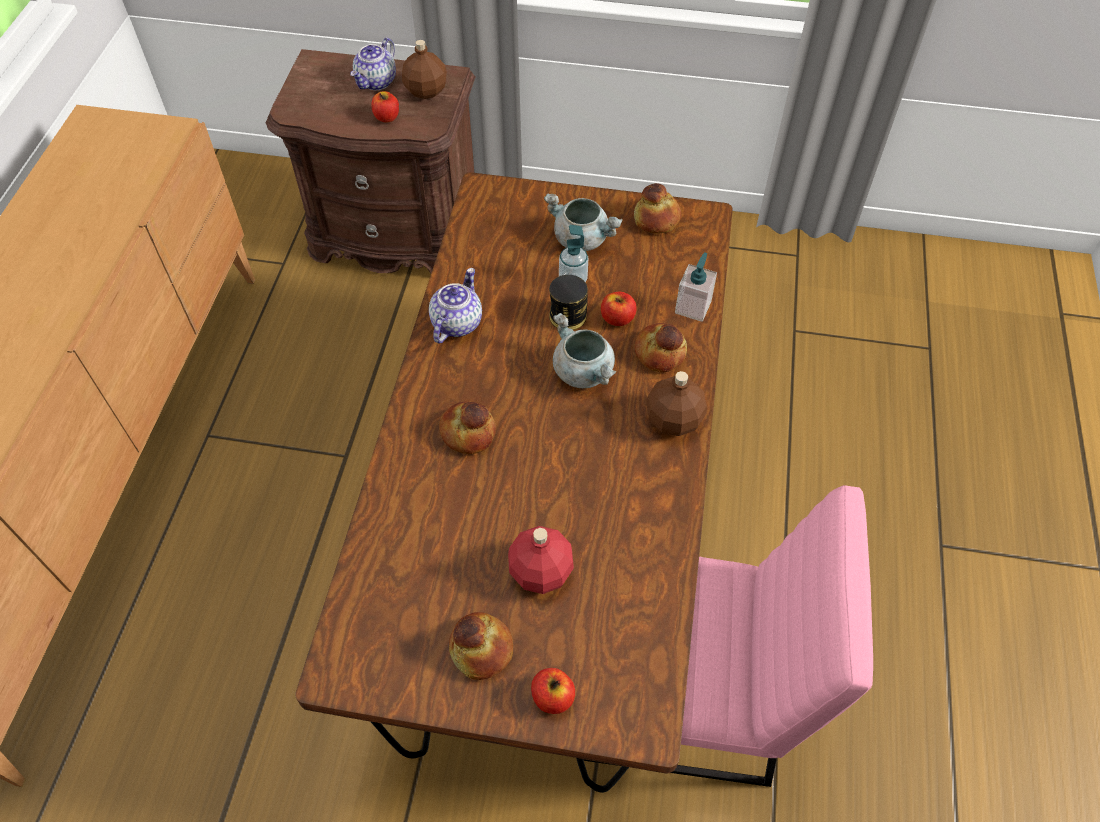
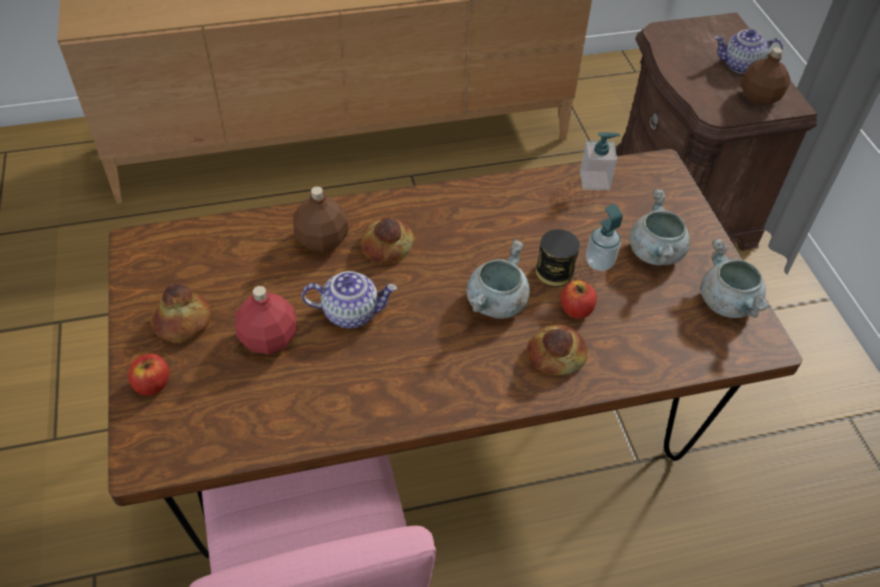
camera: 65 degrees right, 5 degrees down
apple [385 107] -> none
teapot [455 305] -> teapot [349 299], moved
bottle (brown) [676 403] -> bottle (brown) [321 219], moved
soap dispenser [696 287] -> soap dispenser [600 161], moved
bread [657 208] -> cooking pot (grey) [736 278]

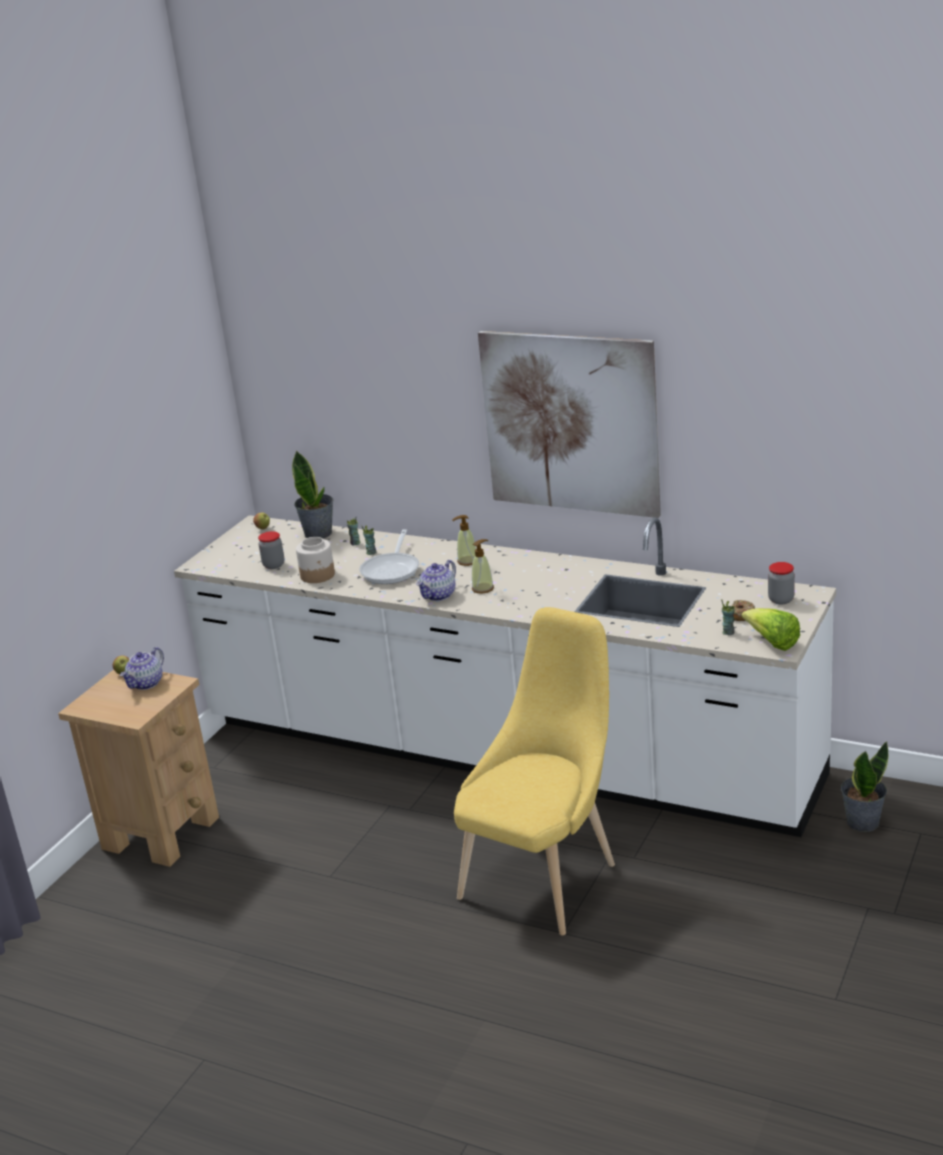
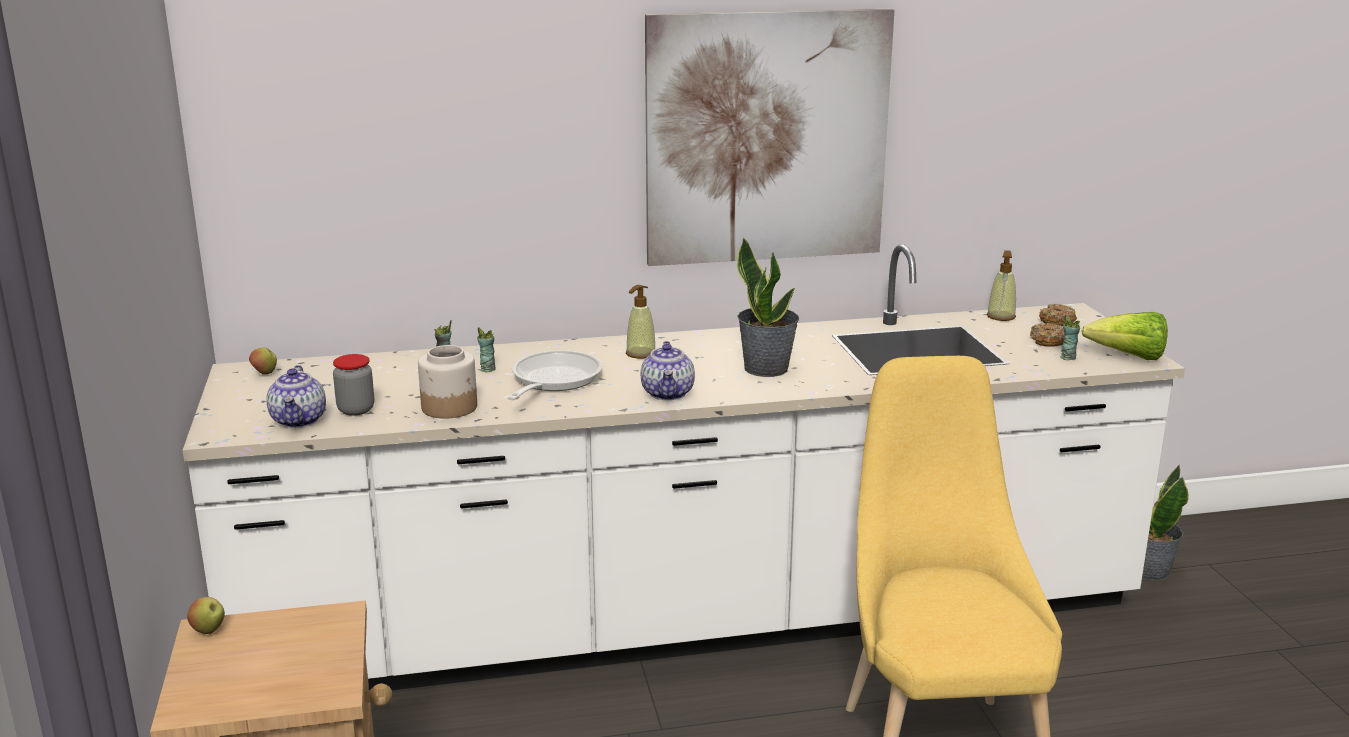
camera: 40 degrees left, 5 degrees down
teapot [142 668] -> teapot [296 396], moved
potted plant [312 494] -> potted plant [768 307], moved
soap dispenser [483 566] -> soap dispenser [1001 285], moved
jar [781 583] -> donut [1058 315]
frying pan [389 556] -> frying pan [554 375], 135 degrees counterclockwise

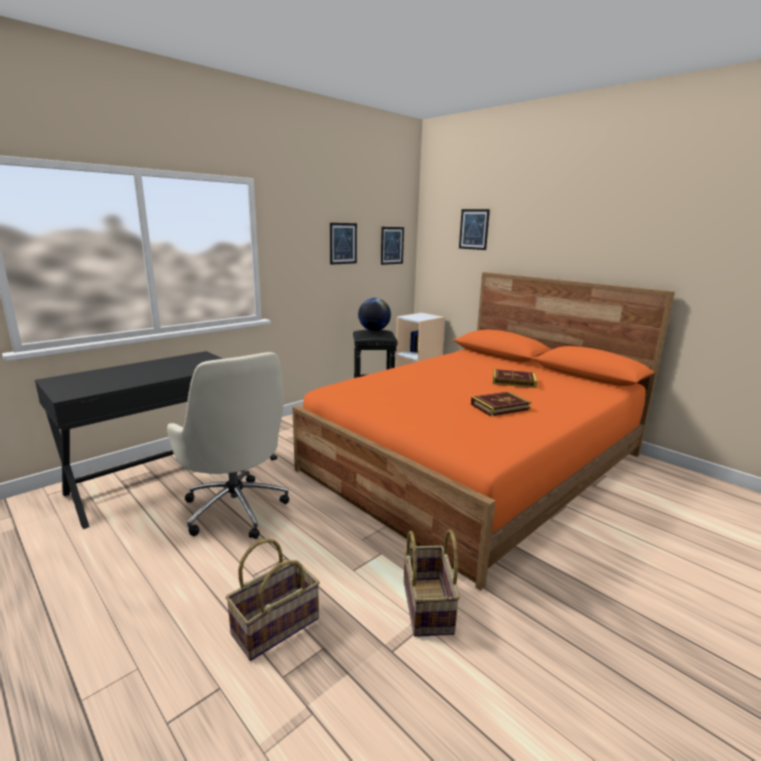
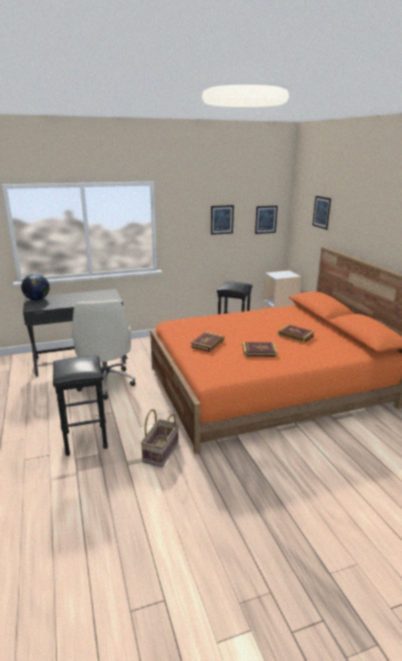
camera: 25 degrees right, 5 degrees up
none -> book [207 342]
globe [374 314] -> globe [35 287], moved
basket [272 600] -> stool (black) [80 406]

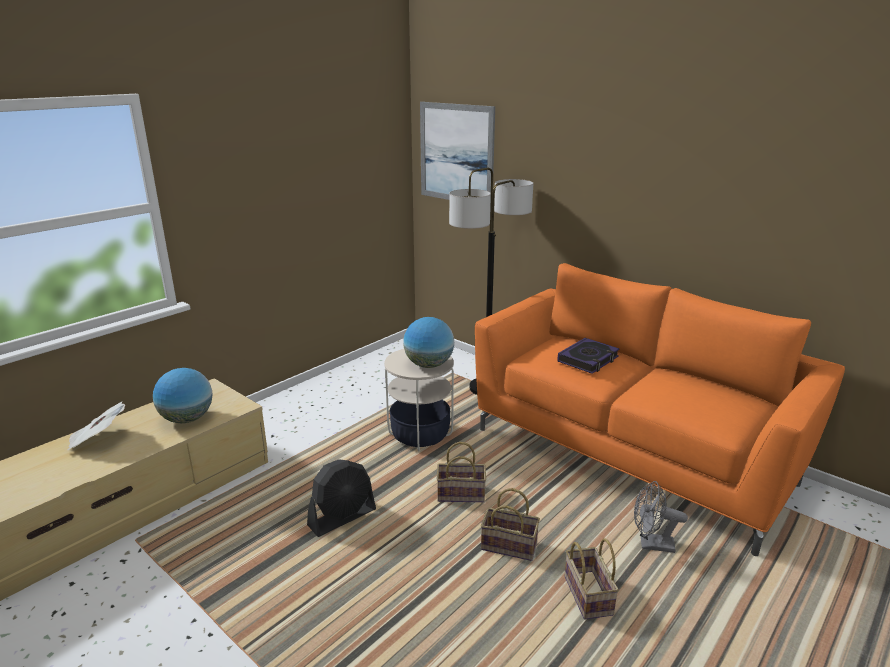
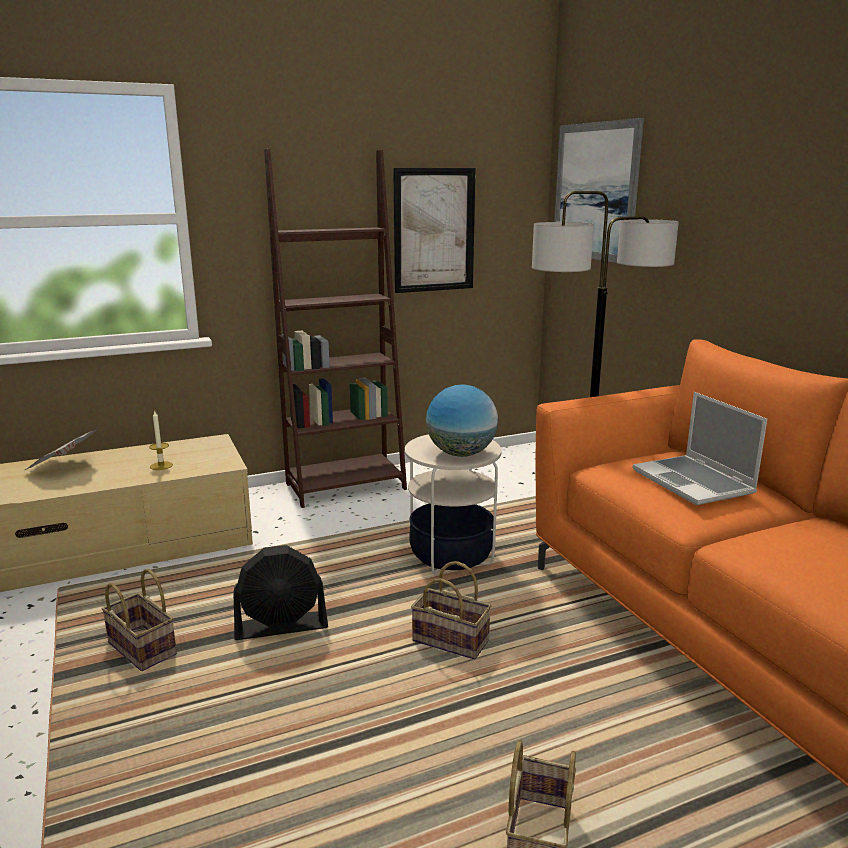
camera: 25 degrees right, 5 degrees down
fan (grey) [661 517] -> none
none -> bookcase (brown) [335 328]
none -> picture [434 230]
basket [510 524] -> basket [139 620], moved
globe [183 395] -> candle [161 440]
book [588 356] -> laptop [700 448]

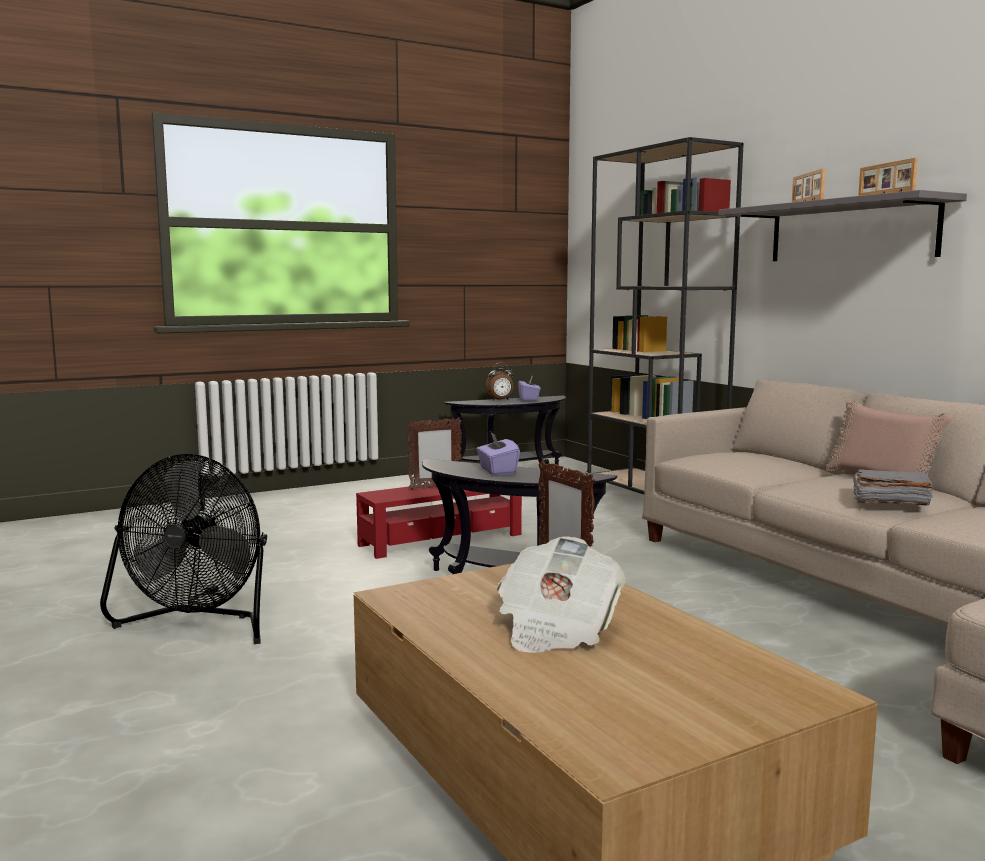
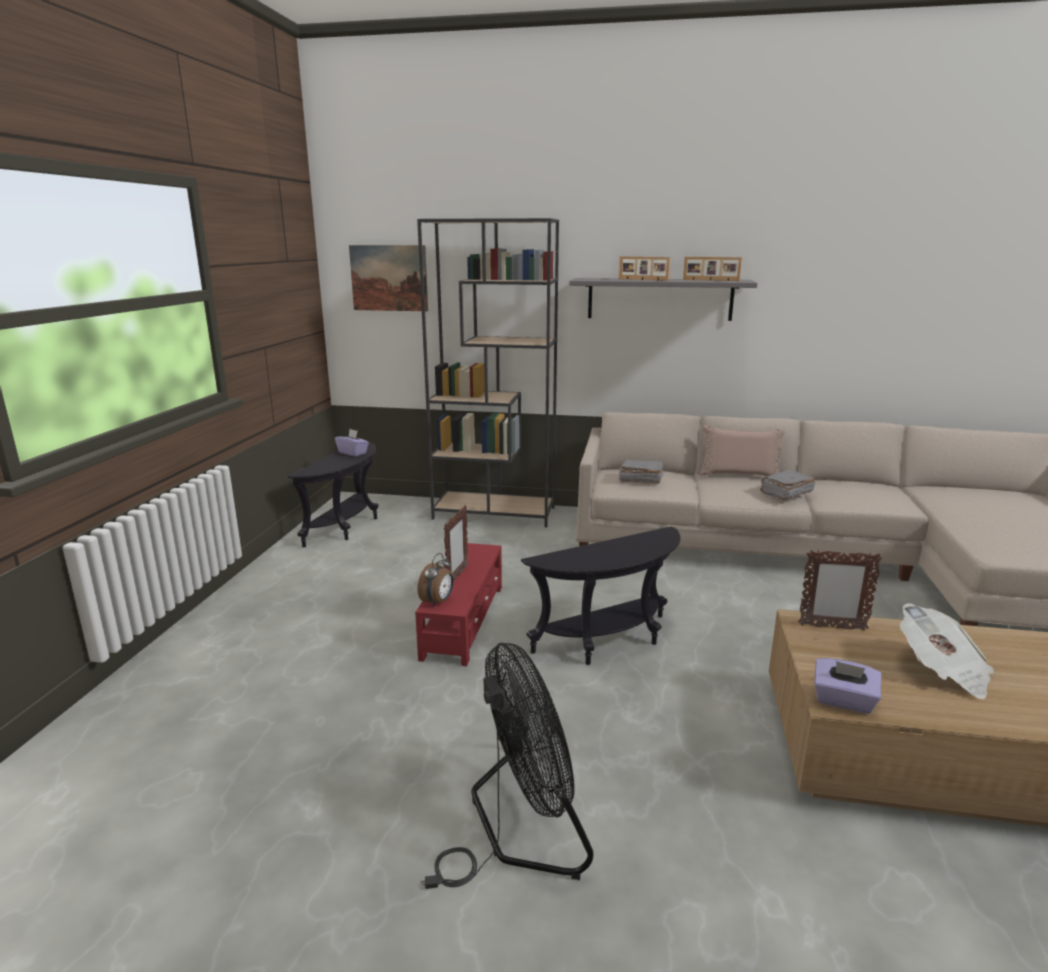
camera: 50 degrees left, 10 degrees up
none -> picture [388 278]
none -> book (grey) [641 471]
tissue box (purple) [498 453] -> tissue box (purple) [847 686], moved
alarm clock [499 381] -> alarm clock [435 580], moved
fan (black) [183 549] -> fan (black) [507 766], 75 degrees counterclockwise

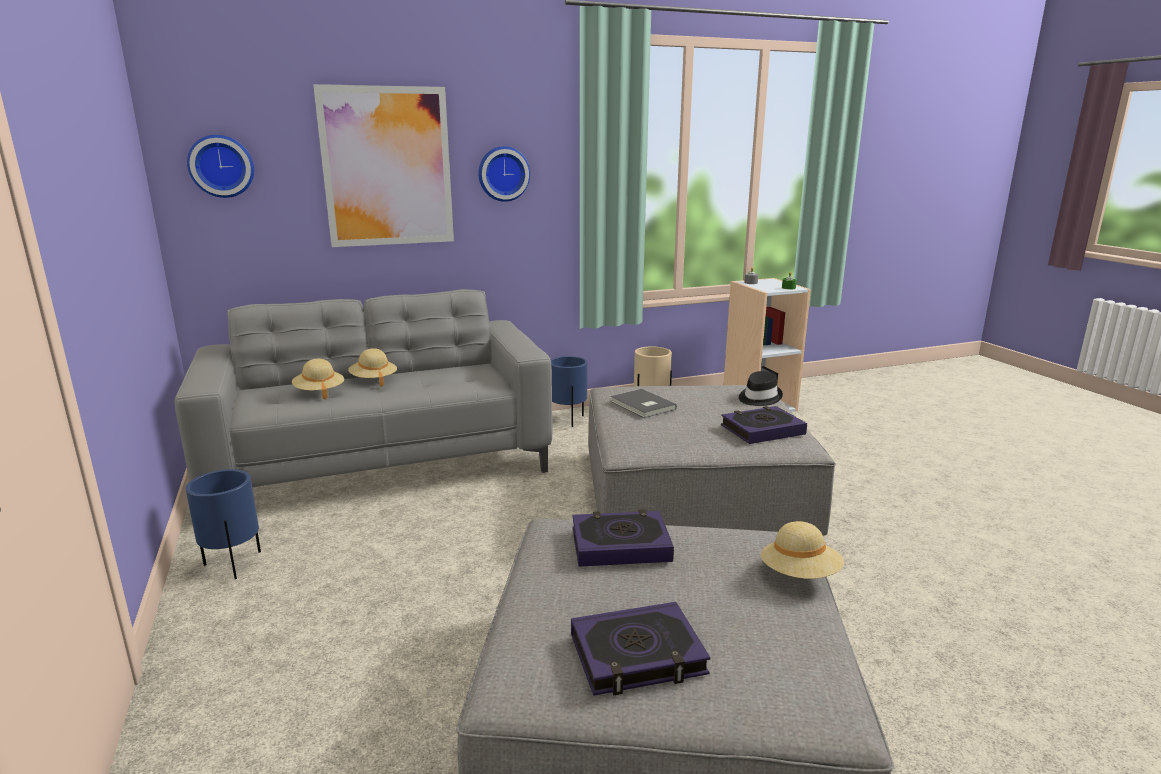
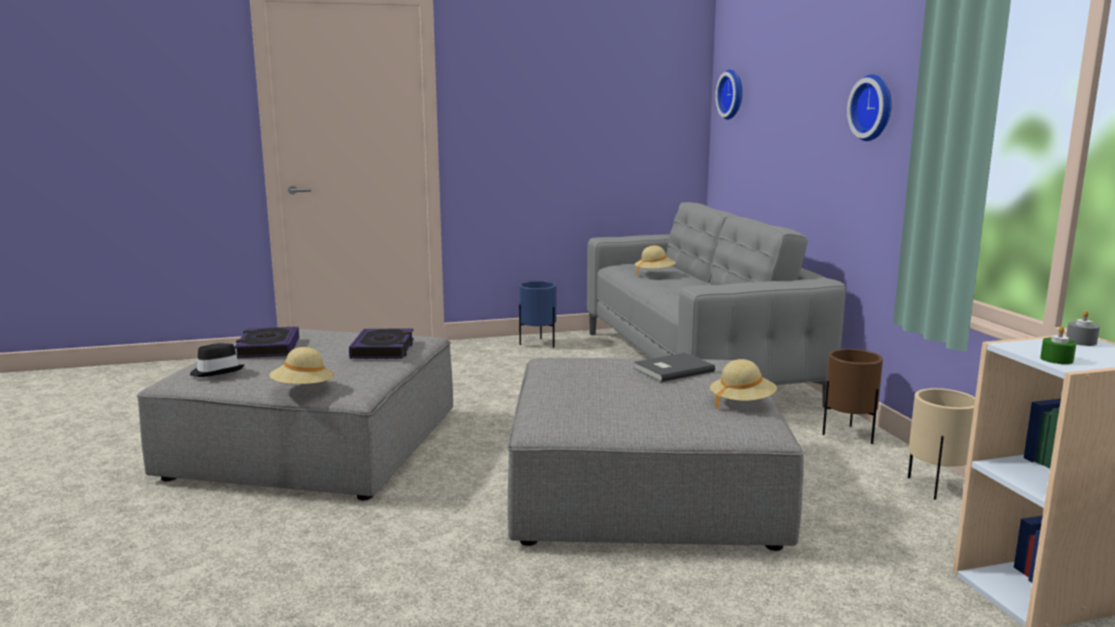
camera: 95 degrees right, 5 degrees down
picture [383 165] -> none
book [764 425] -> none
hat (beige) [372 367] -> hat (beige) [743 384], moved
hat (black) [761 388] -> hat (black) [217 360], moved
planter (blue) [569 391] -> planter (brown) [852 396]

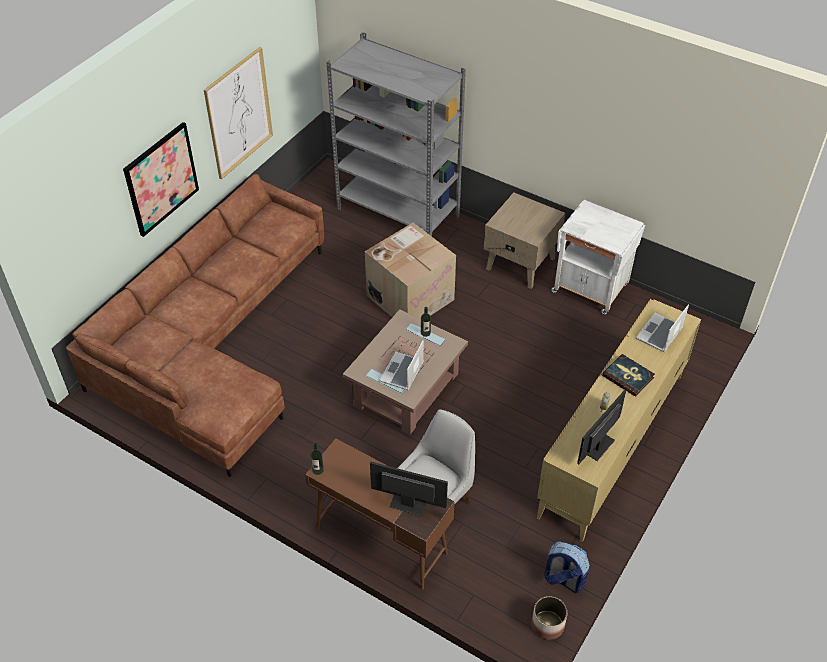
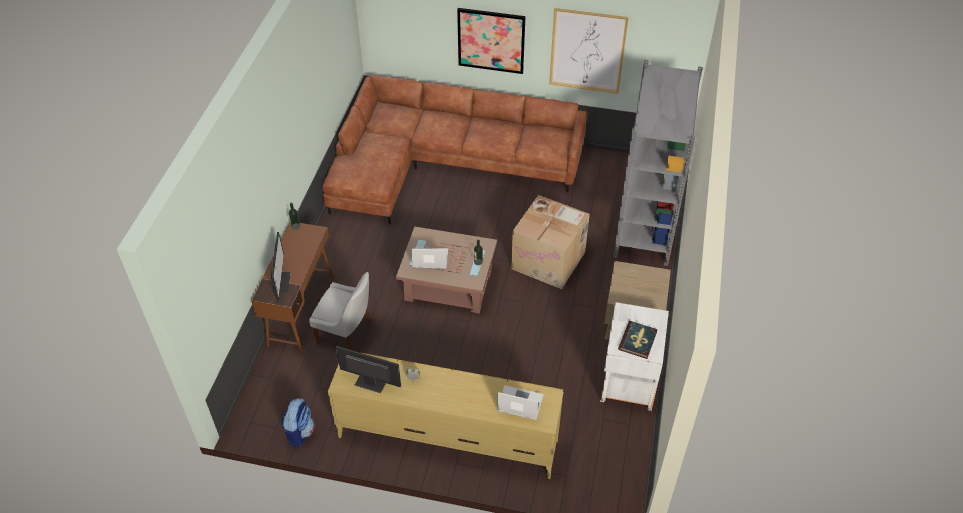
camera: 70 degrees right, 0 degrees up
planter [549 618] -> none
book [628 375] -> book [638 340], moved

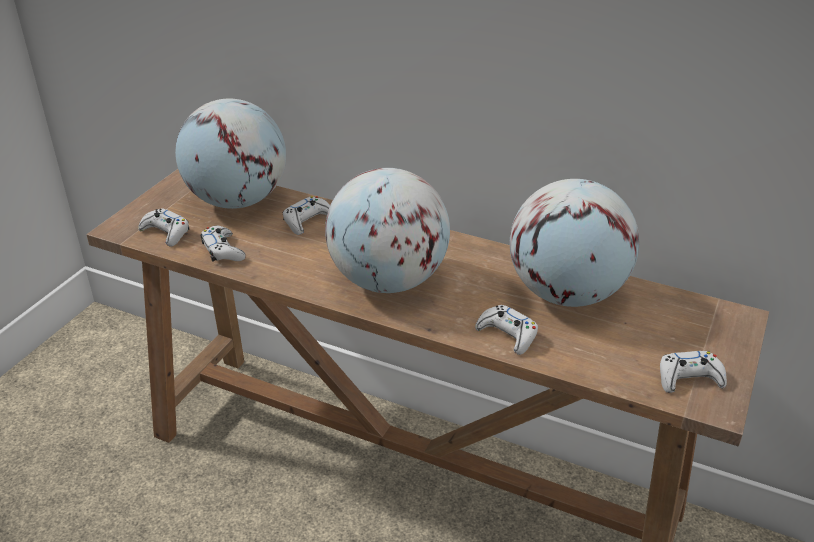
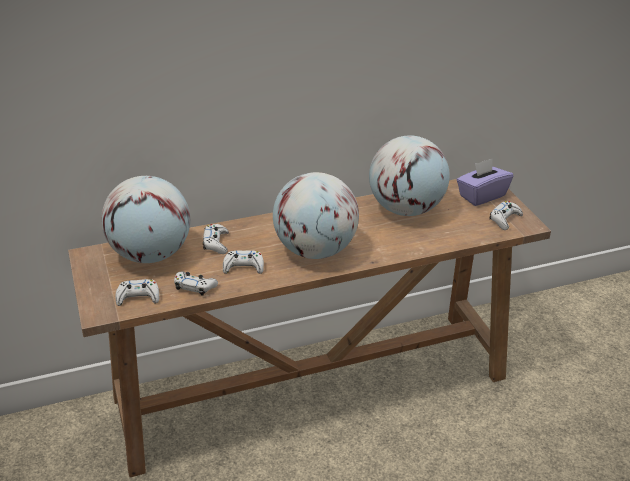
camera: 45 degrees left, 0 degrees up
none -> tissue box (purple) [485 182]
game controller (white) [506 330] -> game controller (white) [243 262], moved

